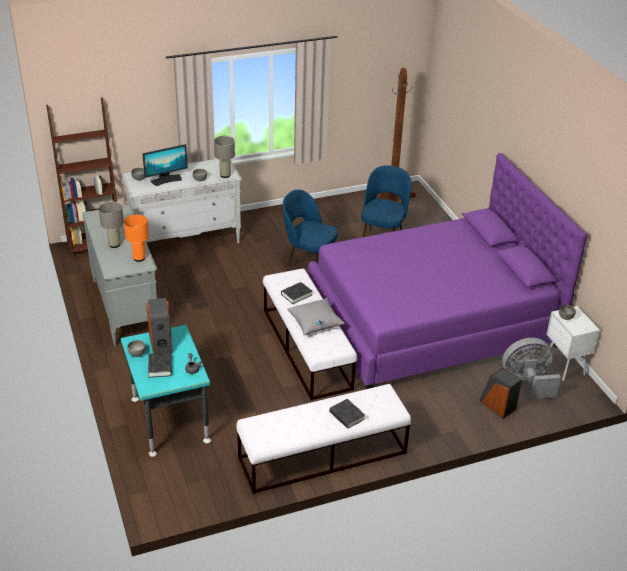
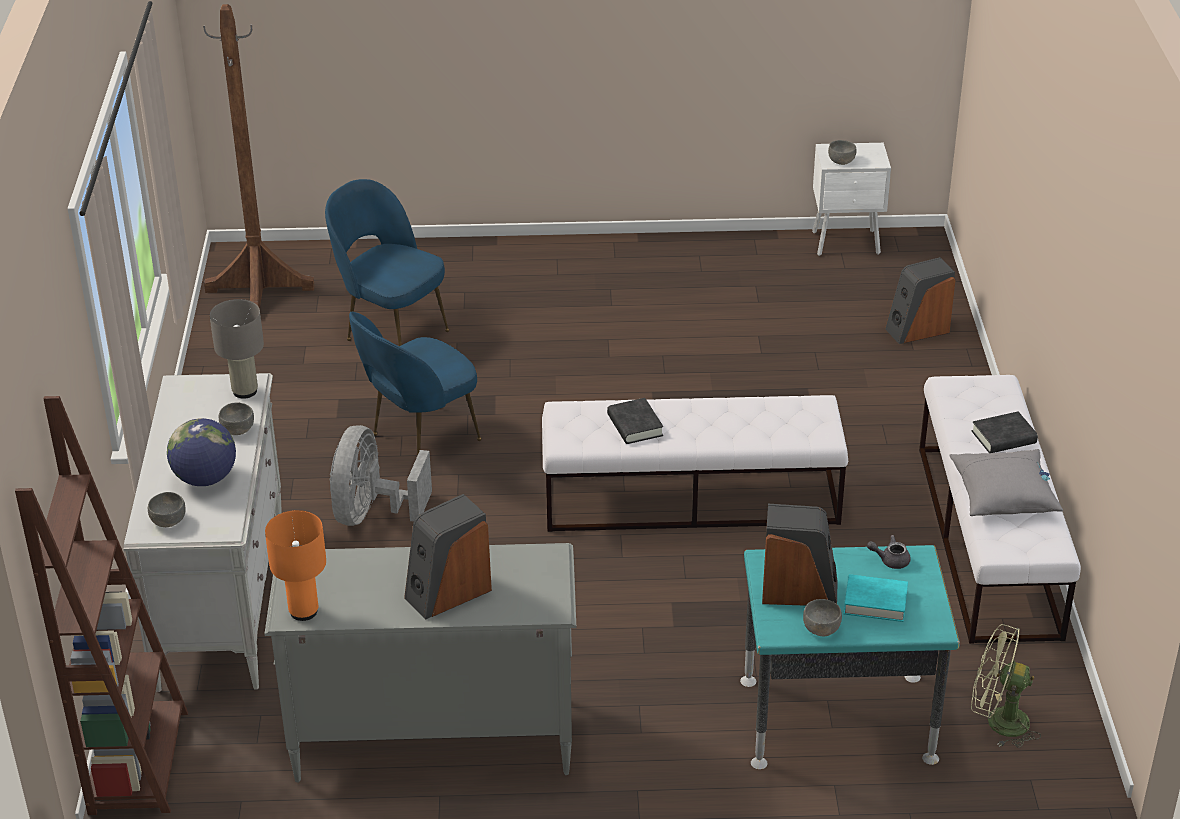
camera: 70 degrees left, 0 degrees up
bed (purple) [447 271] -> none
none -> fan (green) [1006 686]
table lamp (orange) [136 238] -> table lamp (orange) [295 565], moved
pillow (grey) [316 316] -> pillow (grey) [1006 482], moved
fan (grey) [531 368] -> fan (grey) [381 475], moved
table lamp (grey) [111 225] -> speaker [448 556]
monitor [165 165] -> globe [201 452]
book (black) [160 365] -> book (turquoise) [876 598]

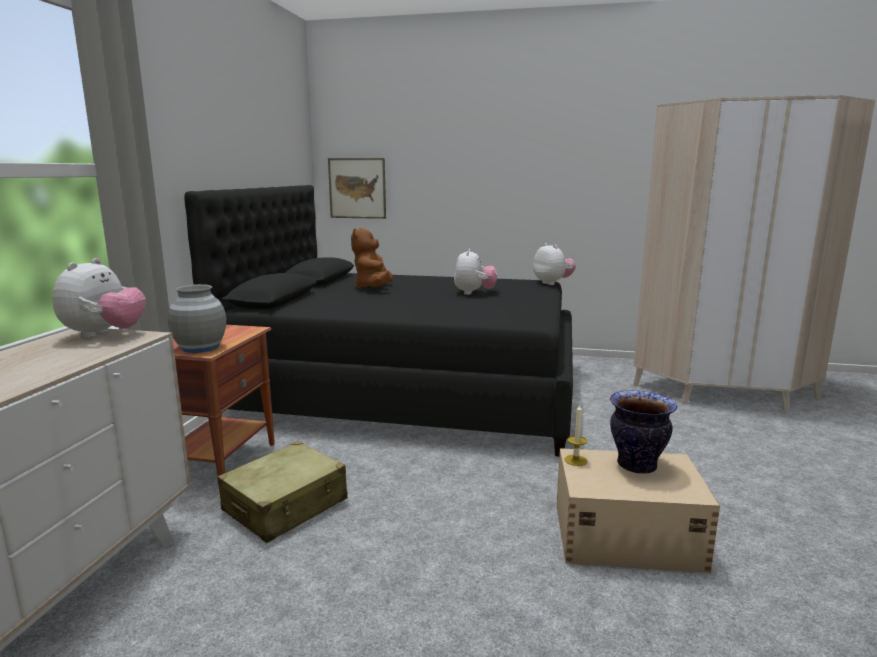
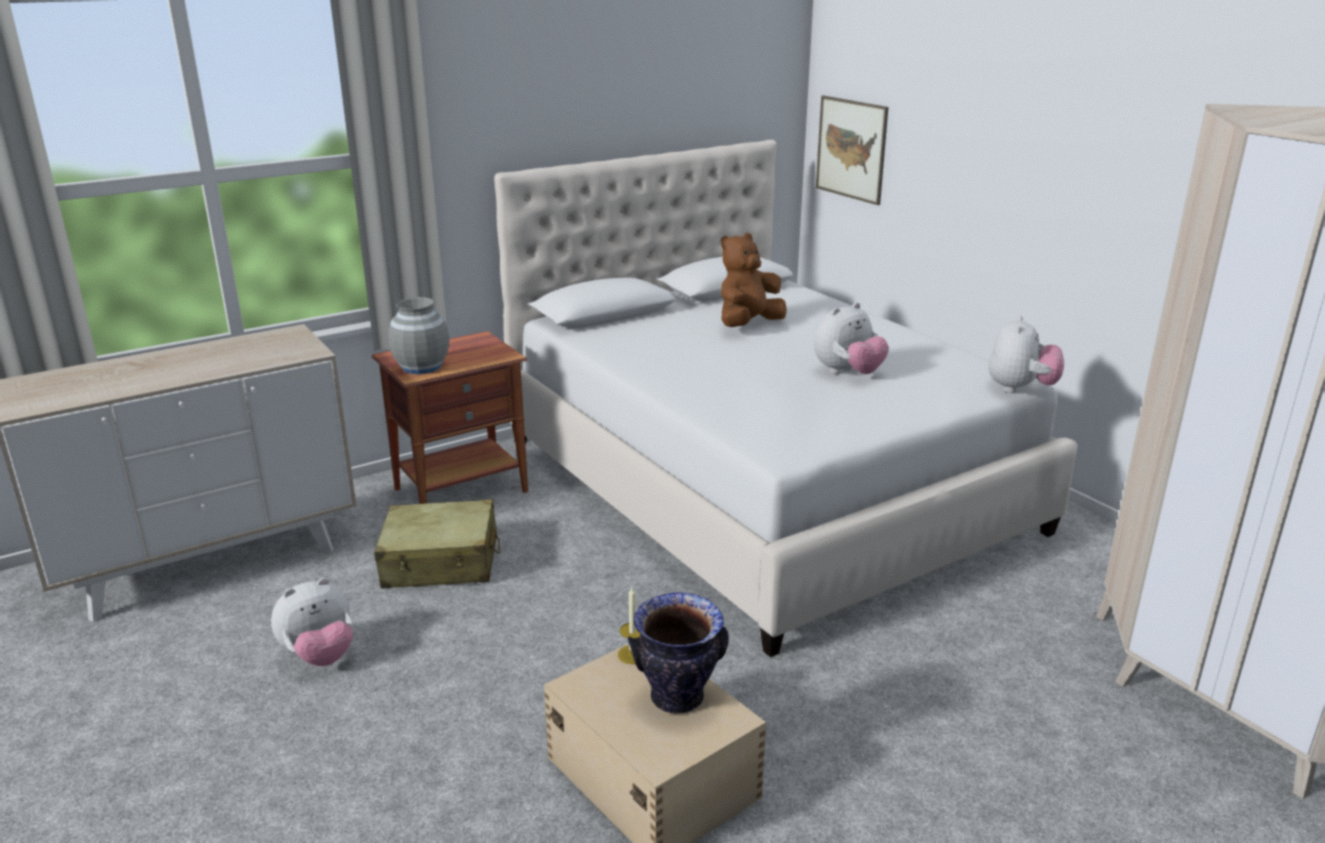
camera: 45 degrees right, 10 degrees up
plush toy [99 298] -> plush toy [312 622], moved
bed (black) [378 320] -> bed (white) [786 398]

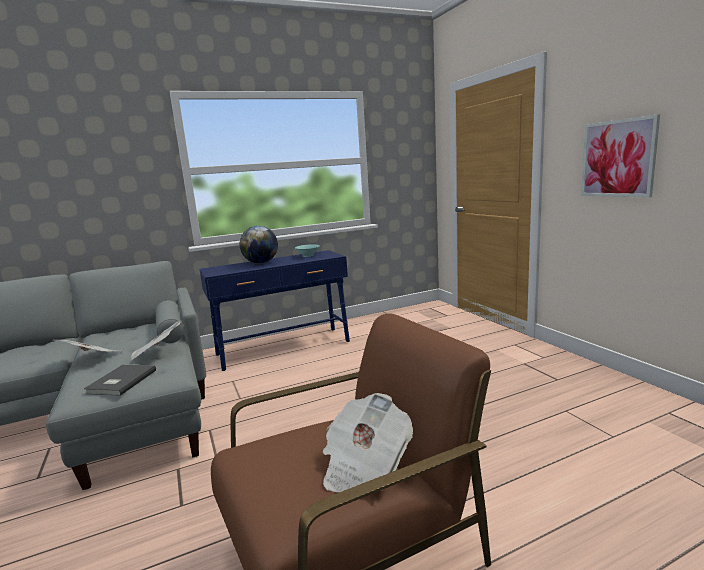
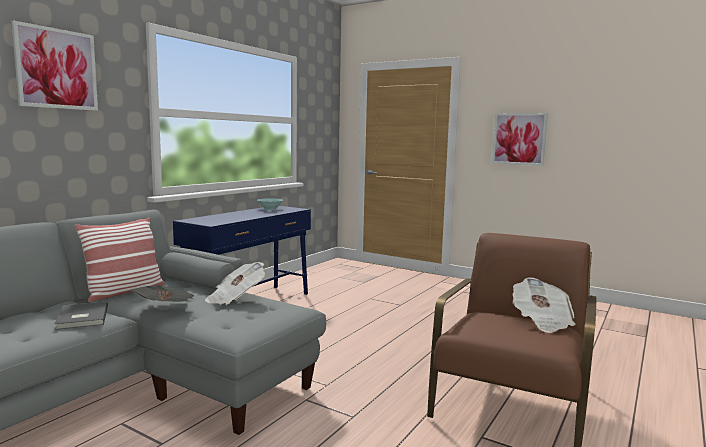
camera: 35 degrees left, 5 degrees down
globe [259 245] -> none
none -> picture [54 65]
none -> pillow [119 259]
book (grey) [120 380] -> book (grey) [81 316], moved

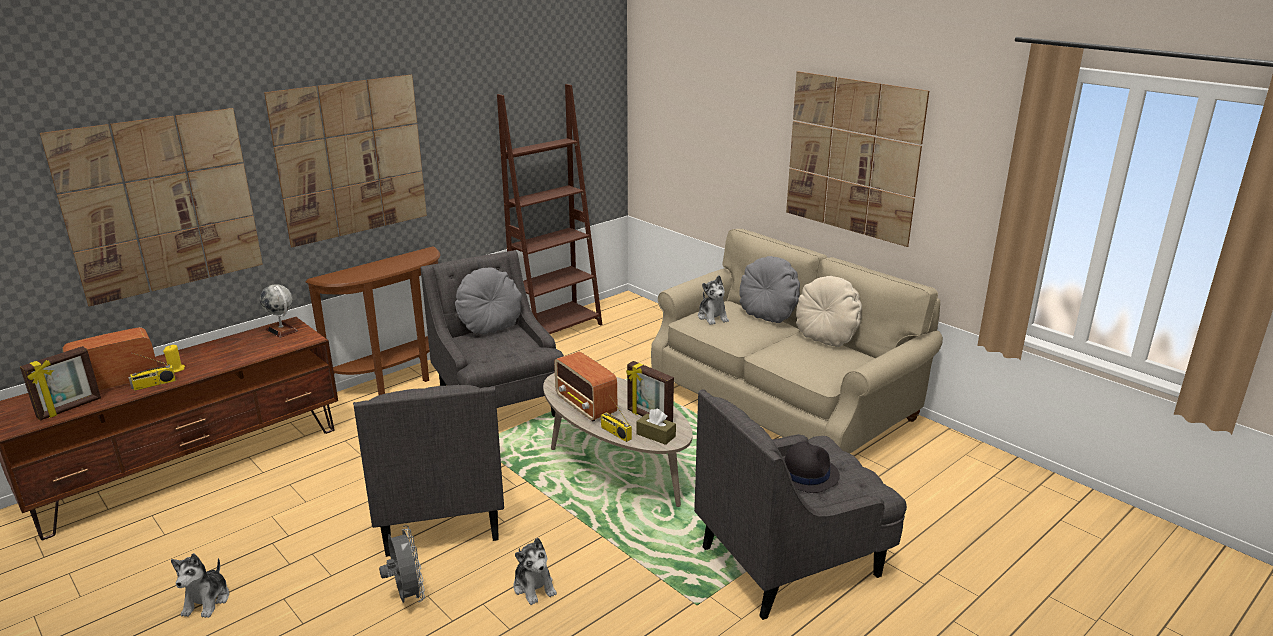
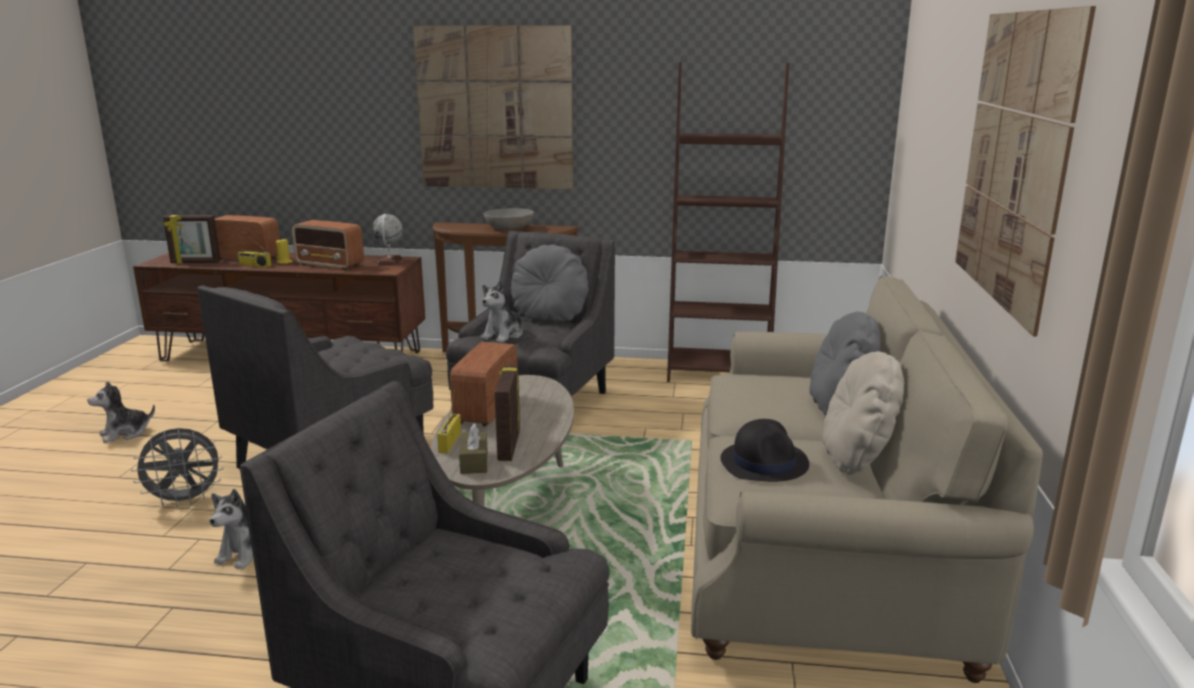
camera: 50 degrees right, 5 degrees down
picture [151 207] -> none
none -> radio [328 245]
none -> bowl (grey) [509 219]
plush toy [713 300] -> plush toy [502 311], moved
hat (black) [811 467] -> hat (black) [765 450], moved
fan (grey) [402 564] -> fan (grey) [177 467], 45 degrees clockwise

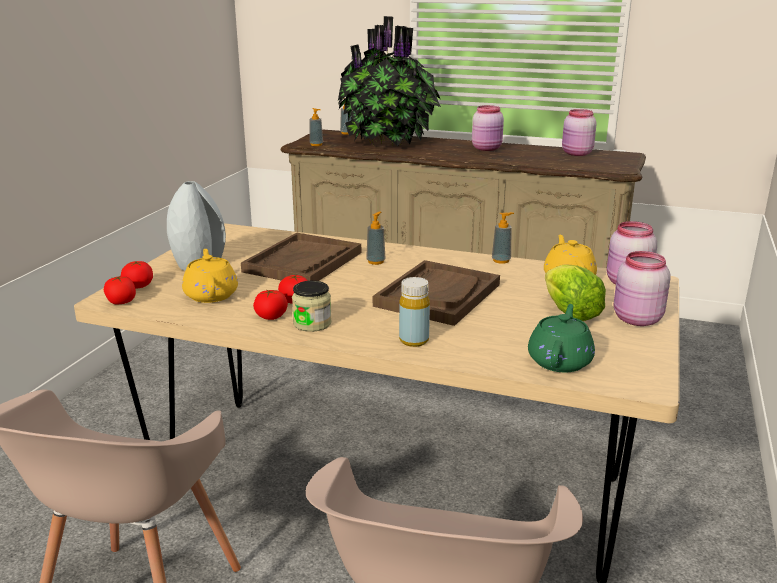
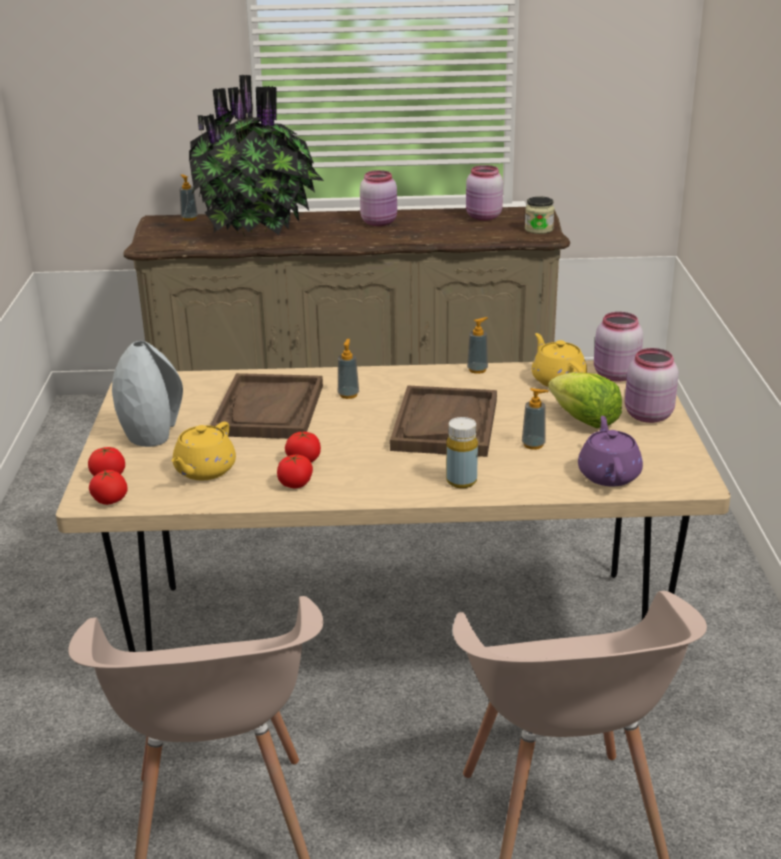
camera: 20 degrees left, 5 degrees up
jar [311 306] -> jar [540 215], moved
soap dispenser [316 127] -> soap dispenser [535 419], moved
teapot (green) [561 338] -> teapot (purple) [610 451]
teapot (yellow) [210 276] -> teapot (yellow) [203 451], 120 degrees counterclockwise

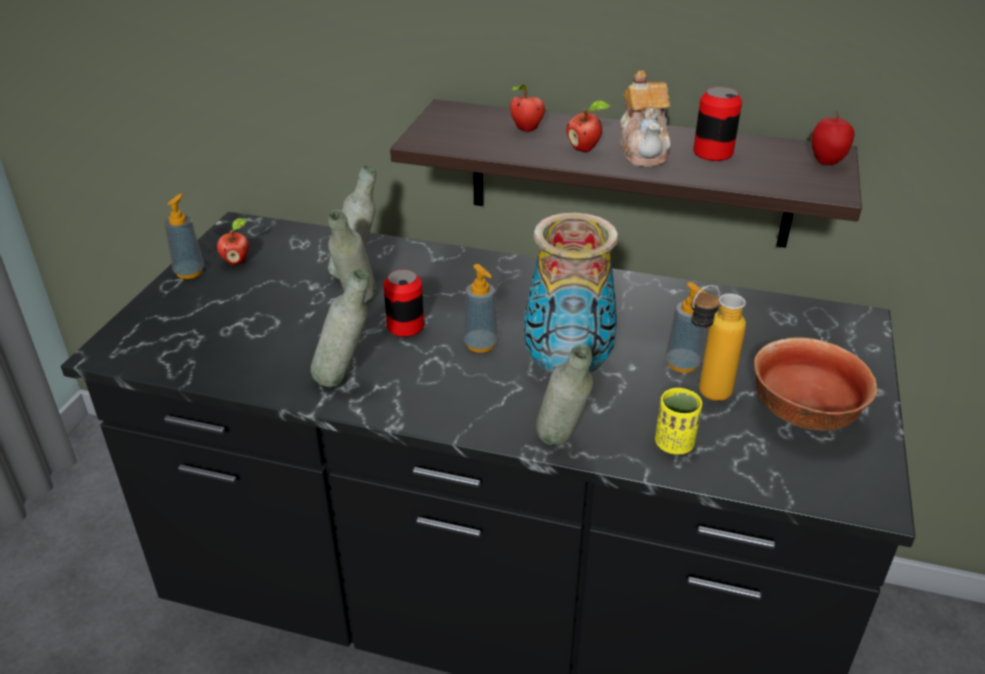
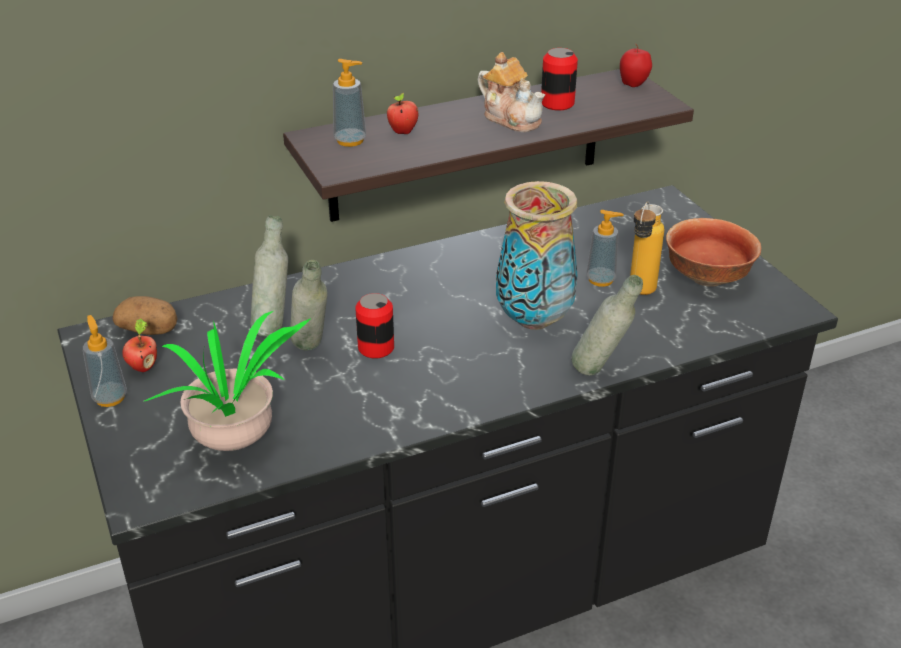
camera: 40 degrees left, 0 degrees up
bottle (grey) [340 328] -> none
apple [588 126] -> none
cup (yellow) [678 421] -> none
none -> potato [145 315]
none -> potted plant [227 380]
soap dispenser [481 308] -> soap dispenser [349 103], moved

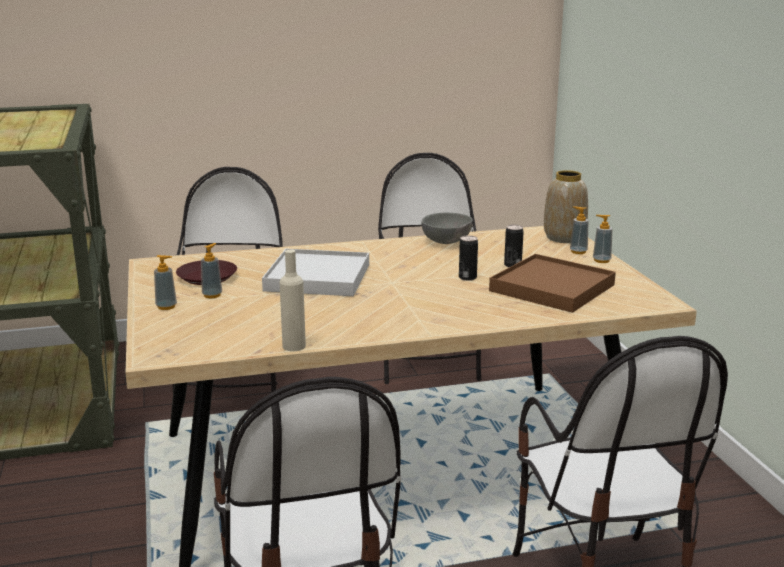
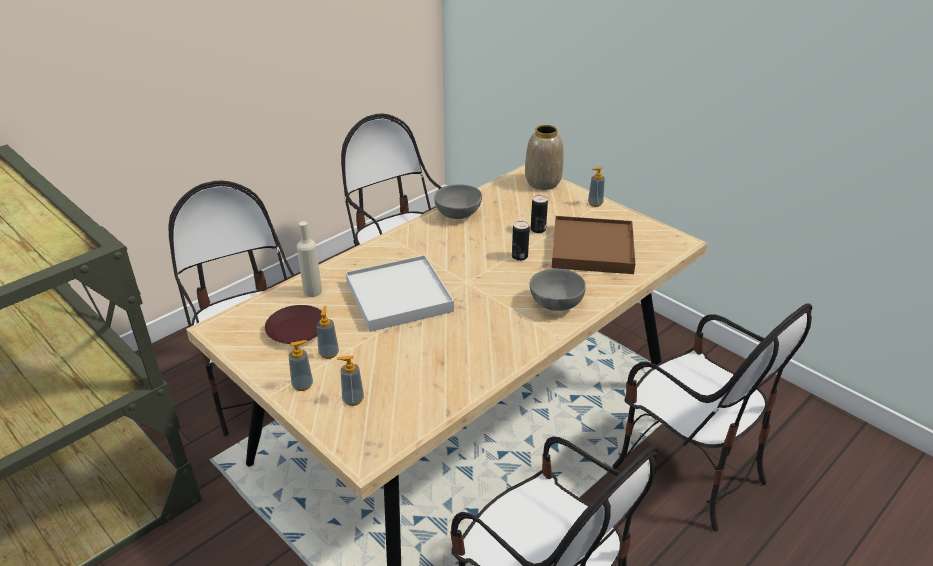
camera: 30 degrees left, 15 degrees up
none -> bowl (grey) [558 290]
bottle (beige) [292 300] -> bottle (beige) [309 259], moved
soap dispenser [579 230] -> soap dispenser [350 381], moved

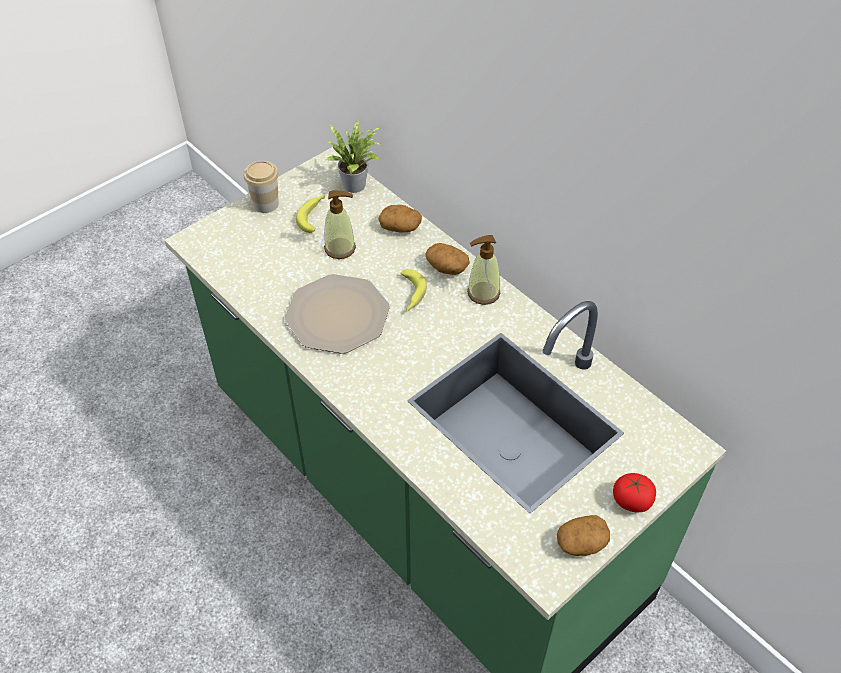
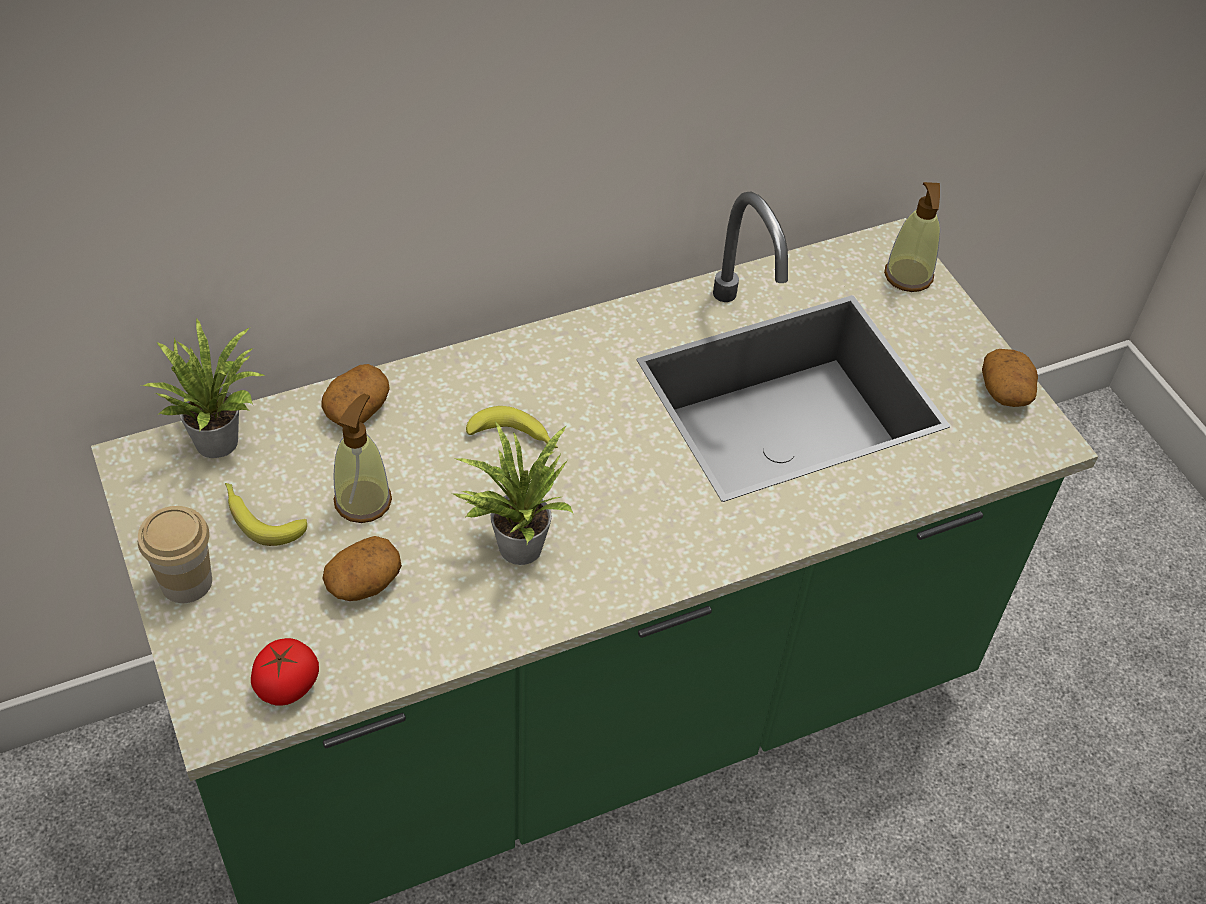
camera: 75 degrees left, 0 degrees up
potato [447 259] -> potato [362 568], moved
soap dispenser [483 270] -> soap dispenser [912 237], moved
tomato [634 492] -> tomato [285 672], moved
plate [337 314] -> potted plant [513 493]

